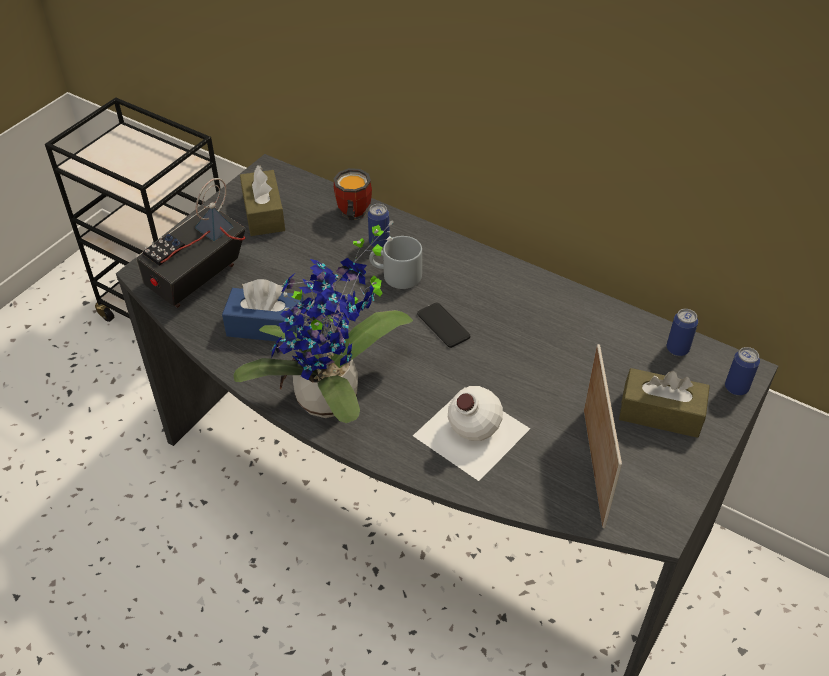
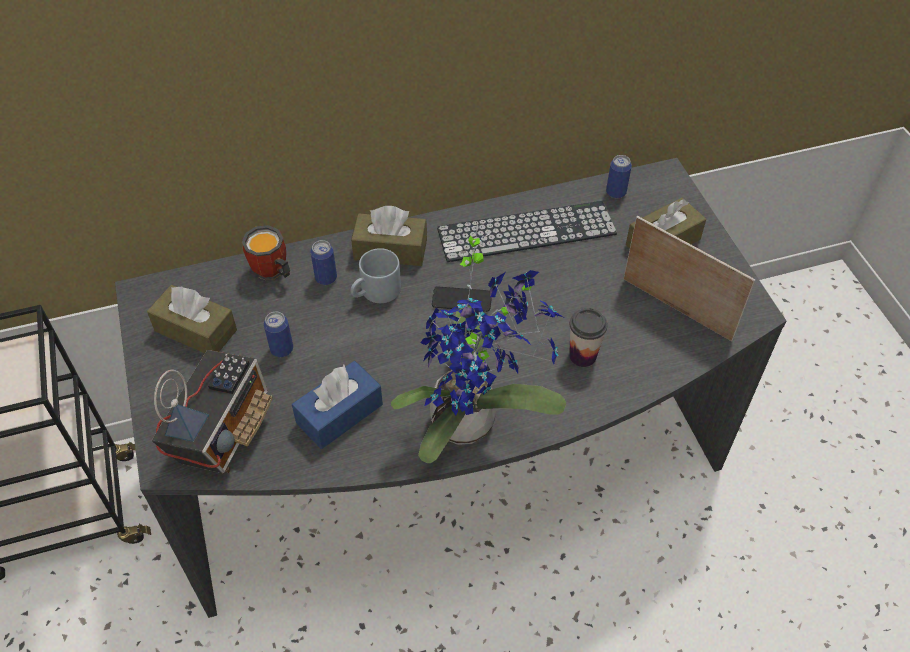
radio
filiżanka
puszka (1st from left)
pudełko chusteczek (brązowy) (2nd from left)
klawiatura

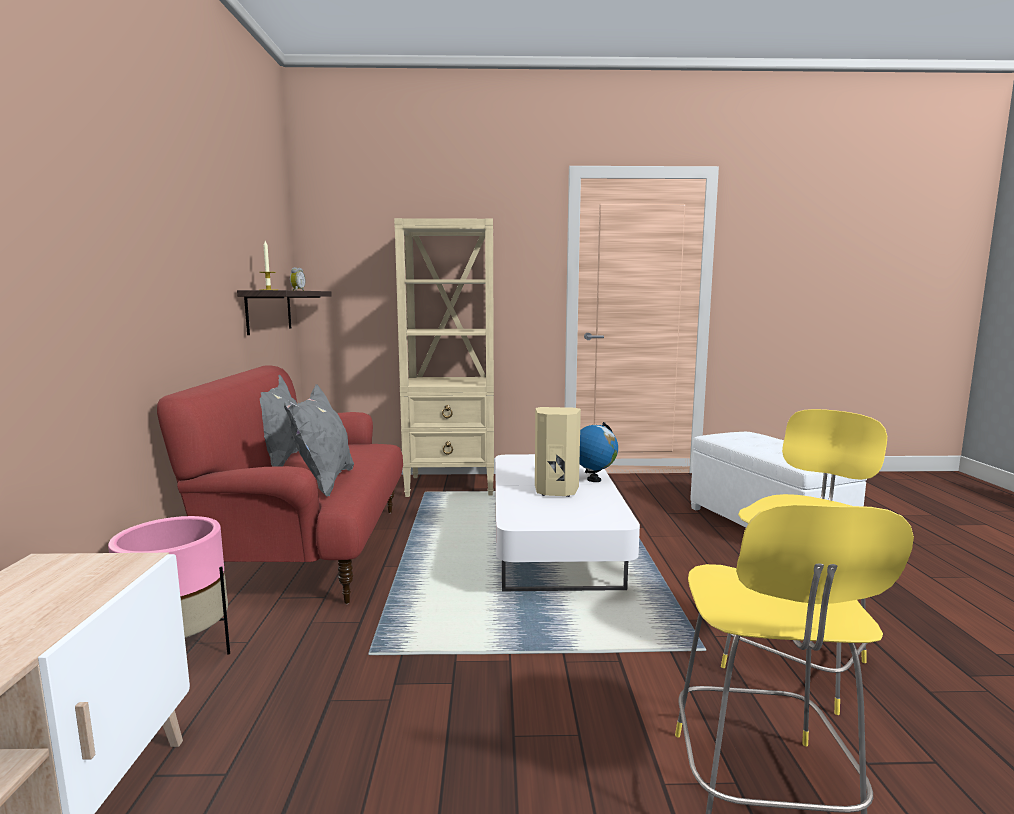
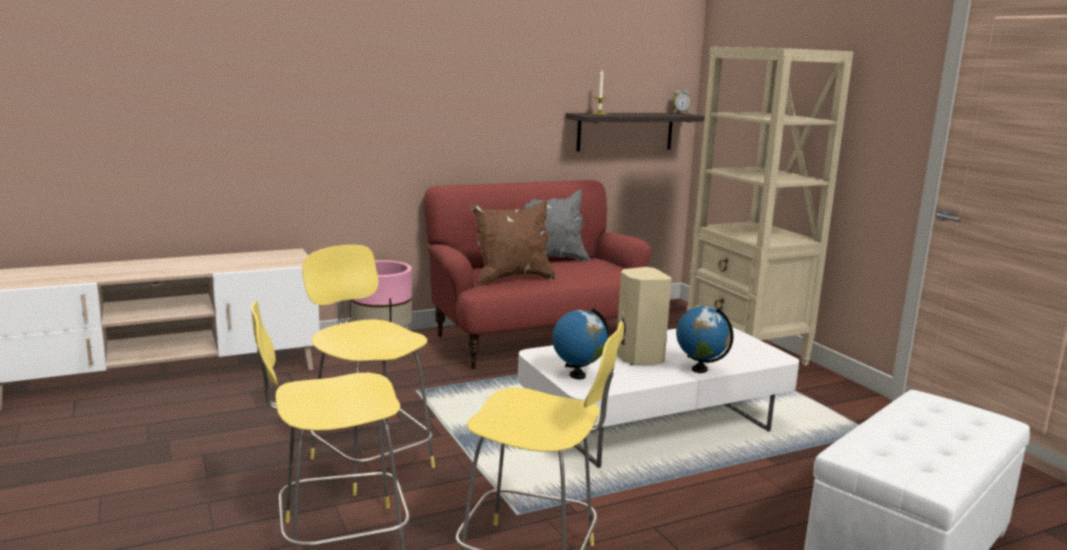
poduszka (brązowy)
stołek (żółty) (2nd from left)
globus (1st from left)

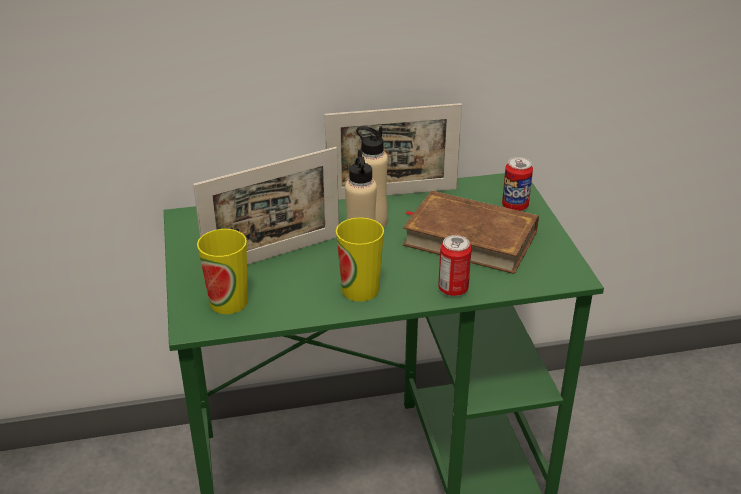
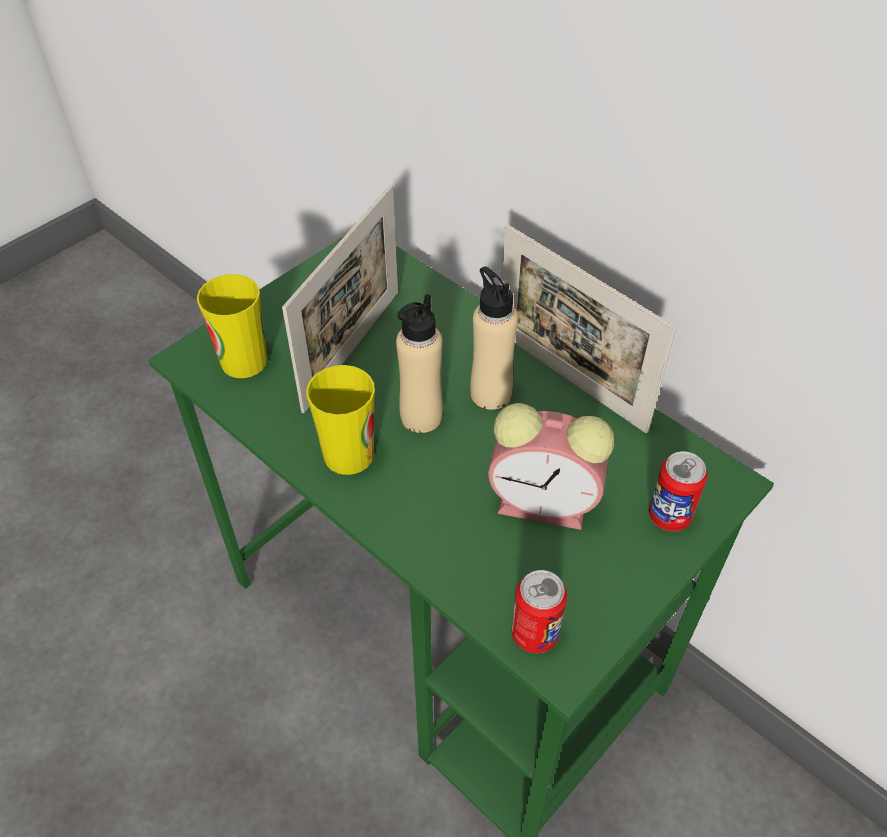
ramka na zdjęcie (1st from left)
budzik
puszka (1st from left)

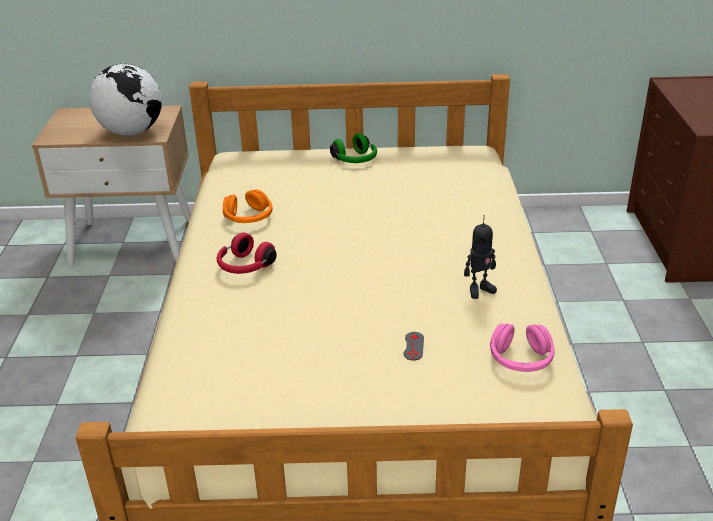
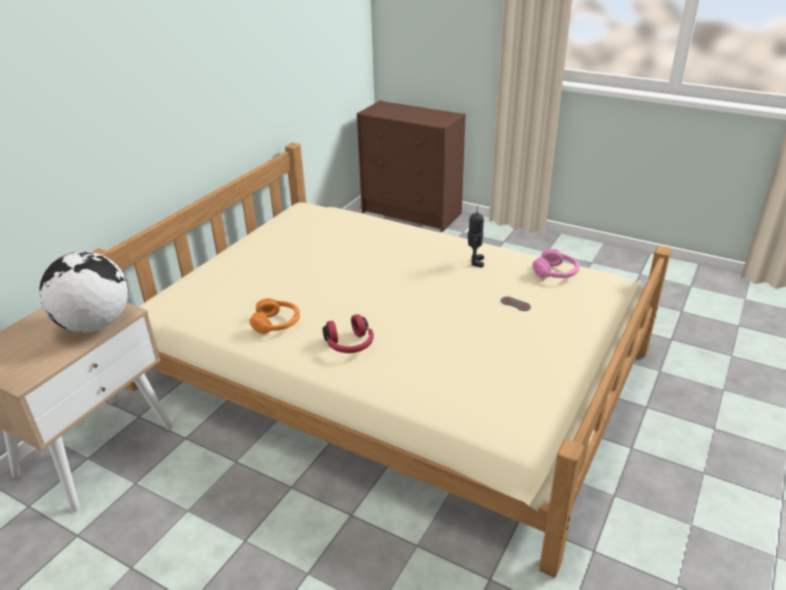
słuchawki (zielony)

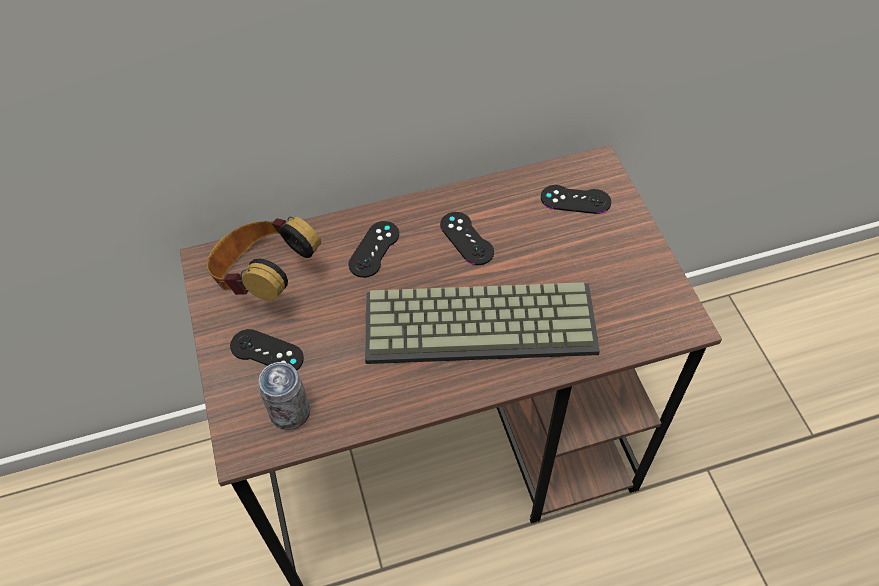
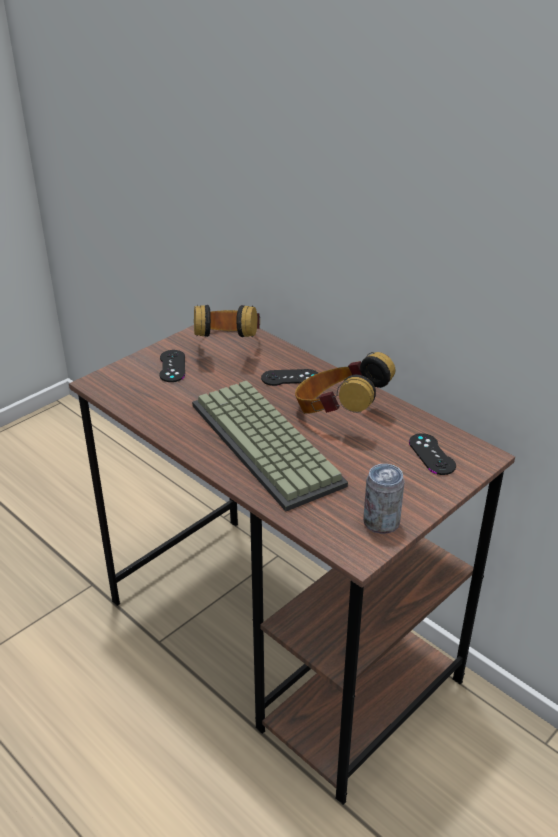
puszka
słuchawki (2nd from left)

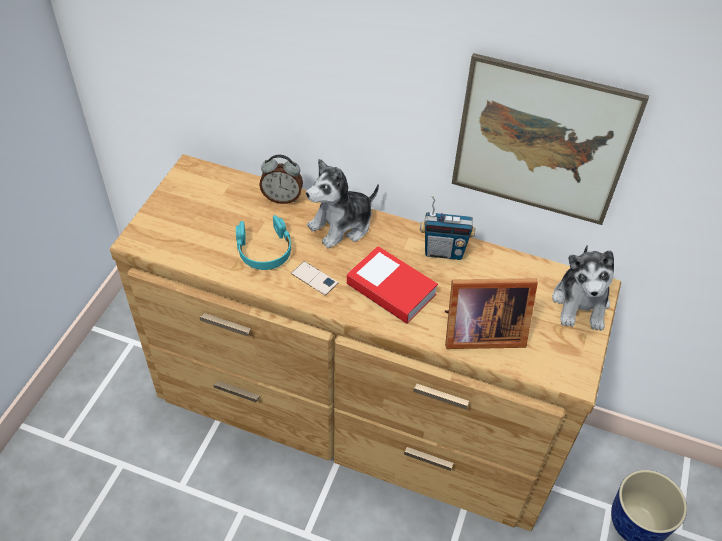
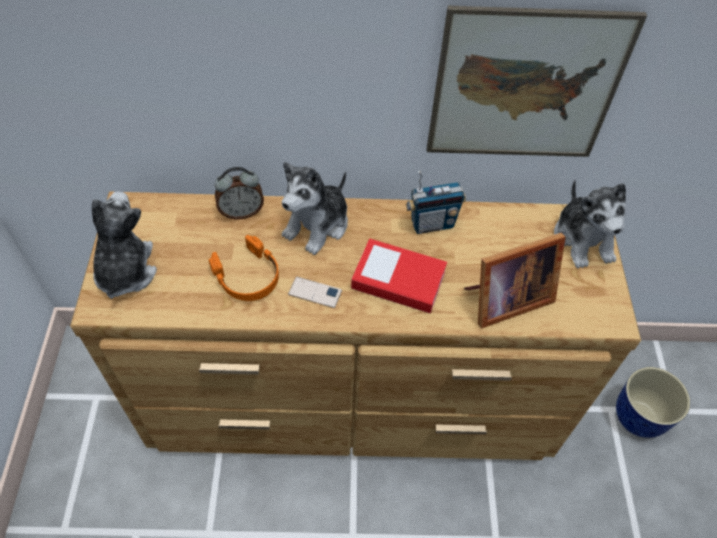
słuchawki (pomarańczowy)
pluszak (1st from left)

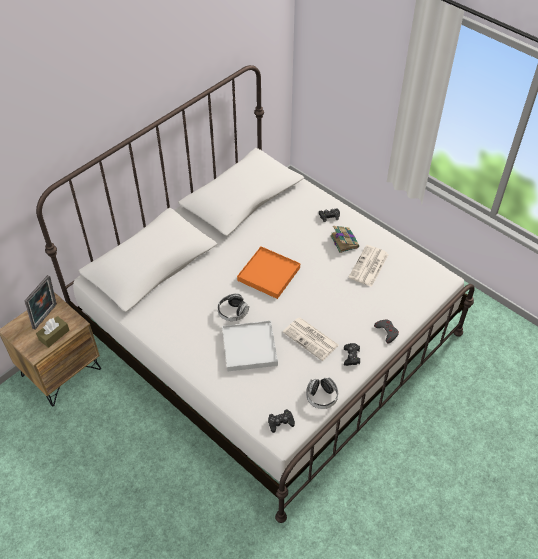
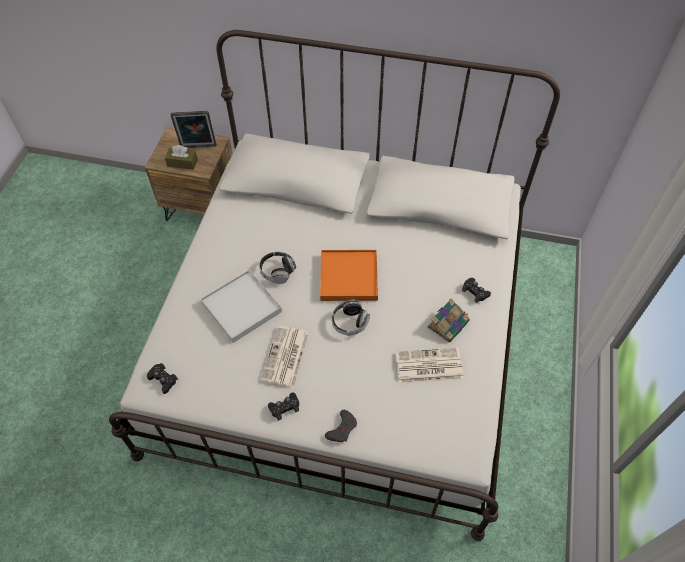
słuchawki (2nd from left)

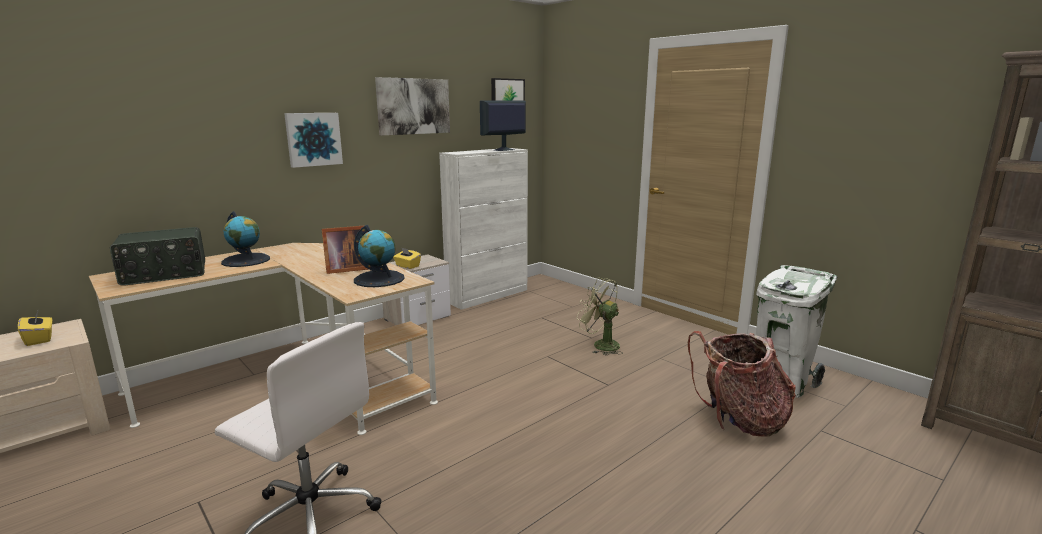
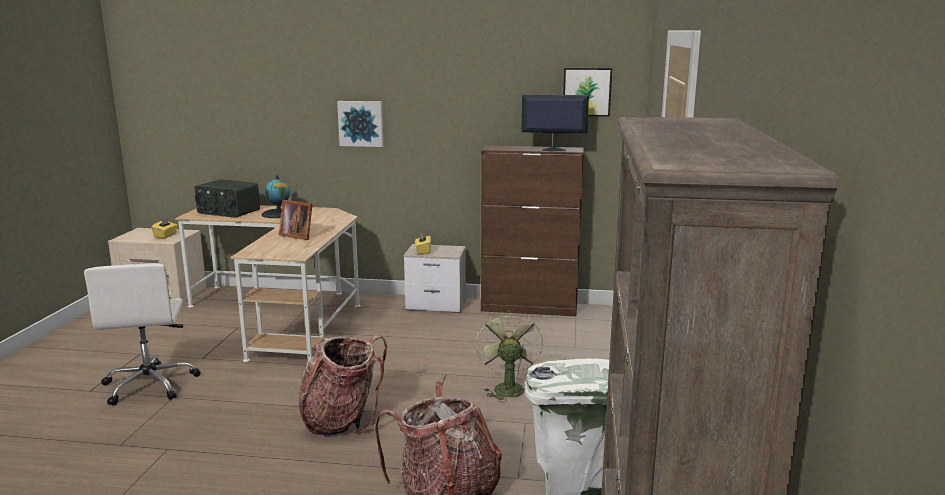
globus (2nd from left in the first image)
obraz (2nd from left in the first image)
szafka (brązowy)
plecak (1st from left)

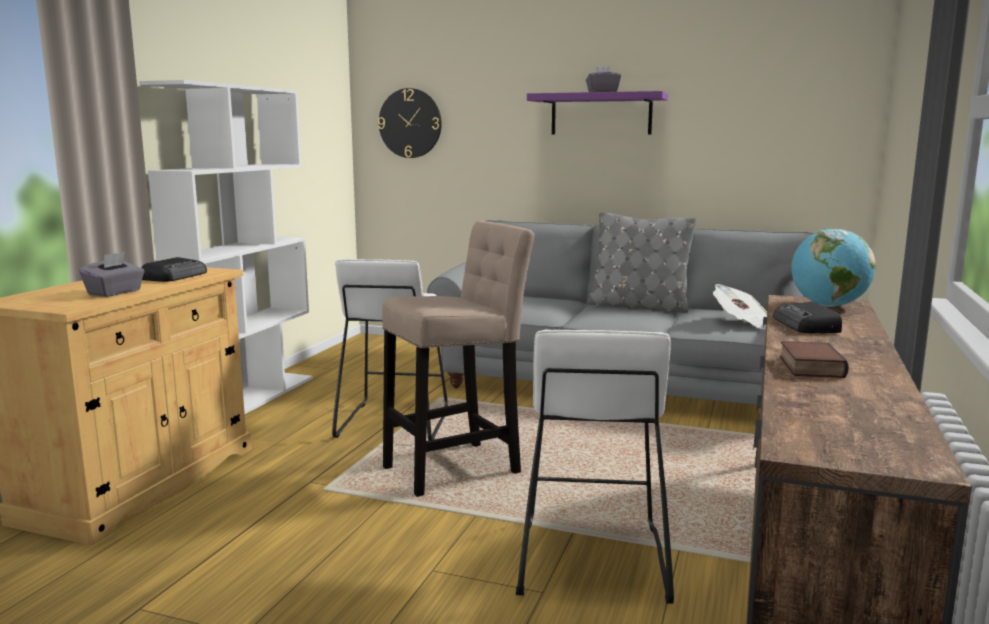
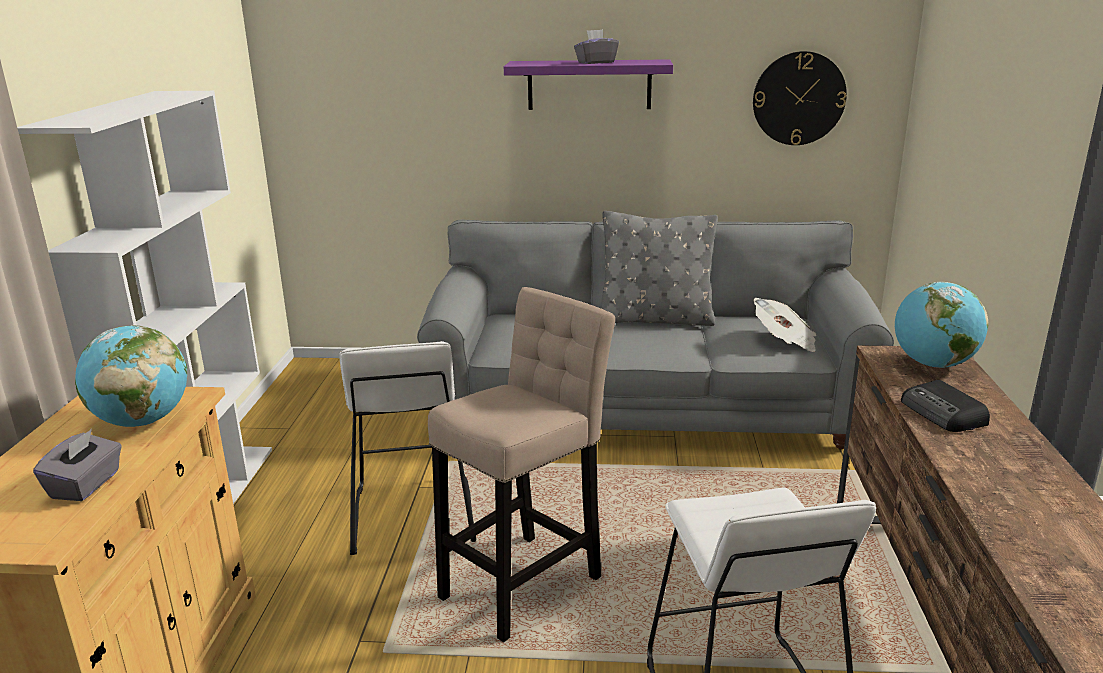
globus (1st from left)
zegar ścienny
książka

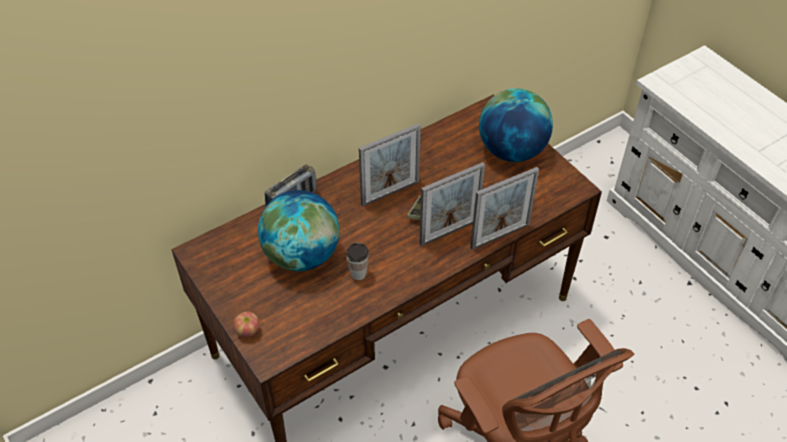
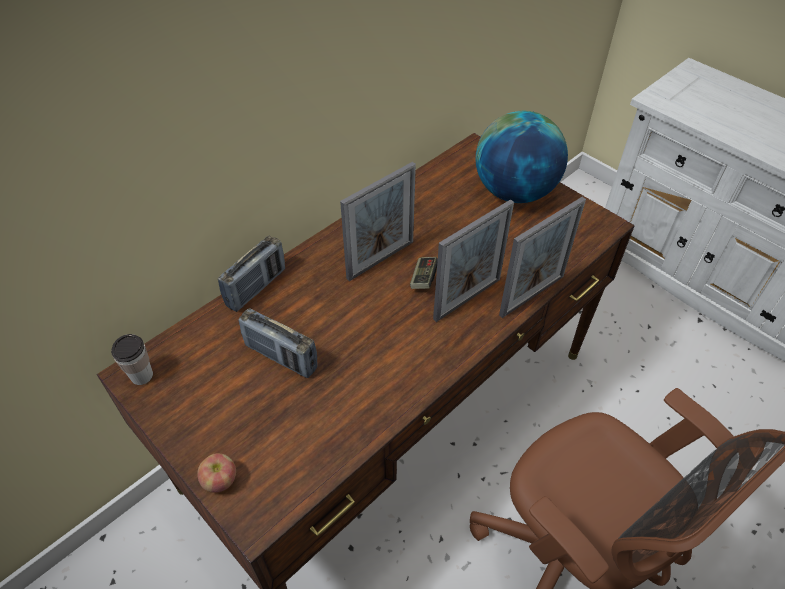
radio (2nd from left)
filiżanka

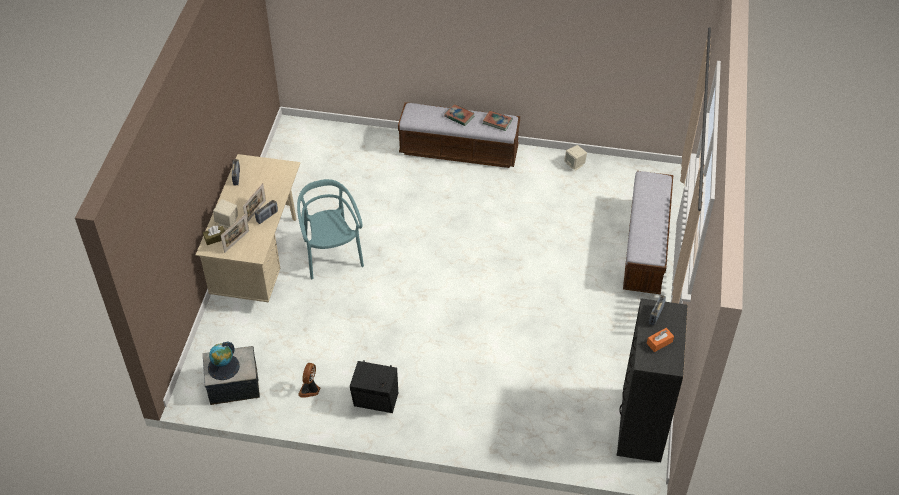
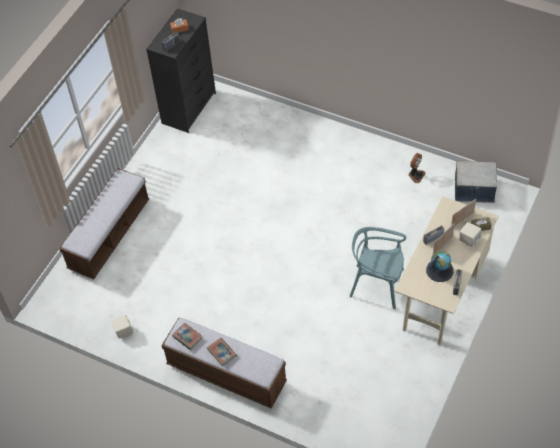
globus
krzesło (turkusowy)
głośnik (czarny)

